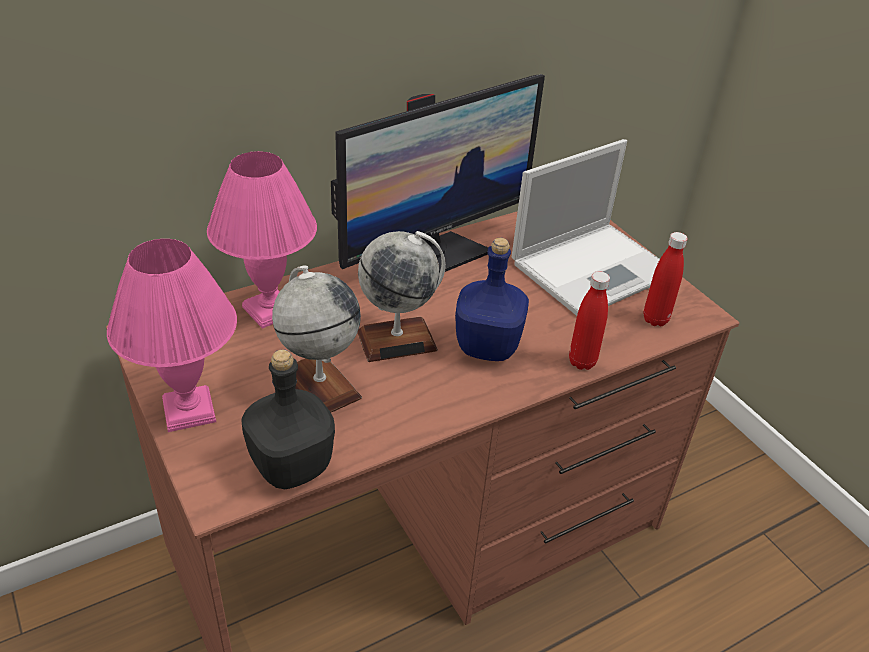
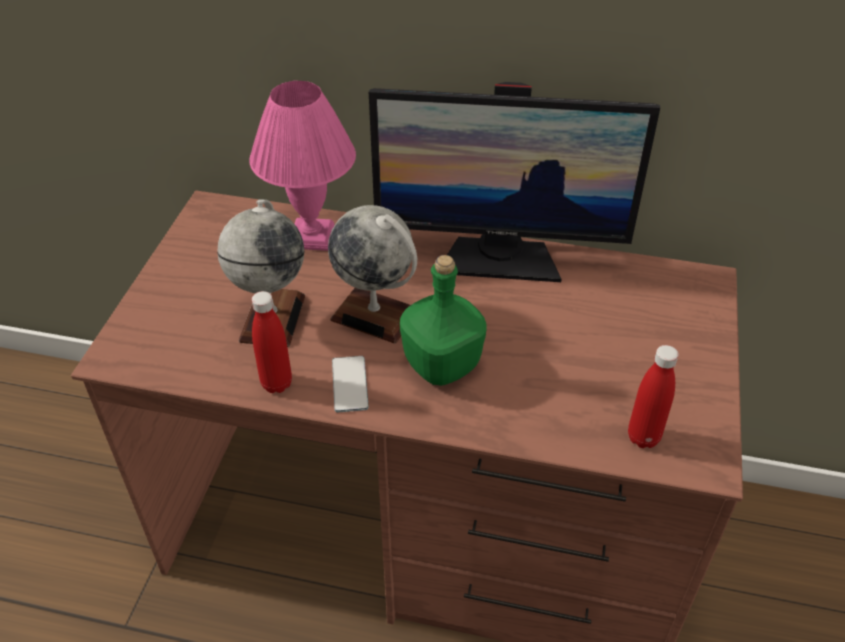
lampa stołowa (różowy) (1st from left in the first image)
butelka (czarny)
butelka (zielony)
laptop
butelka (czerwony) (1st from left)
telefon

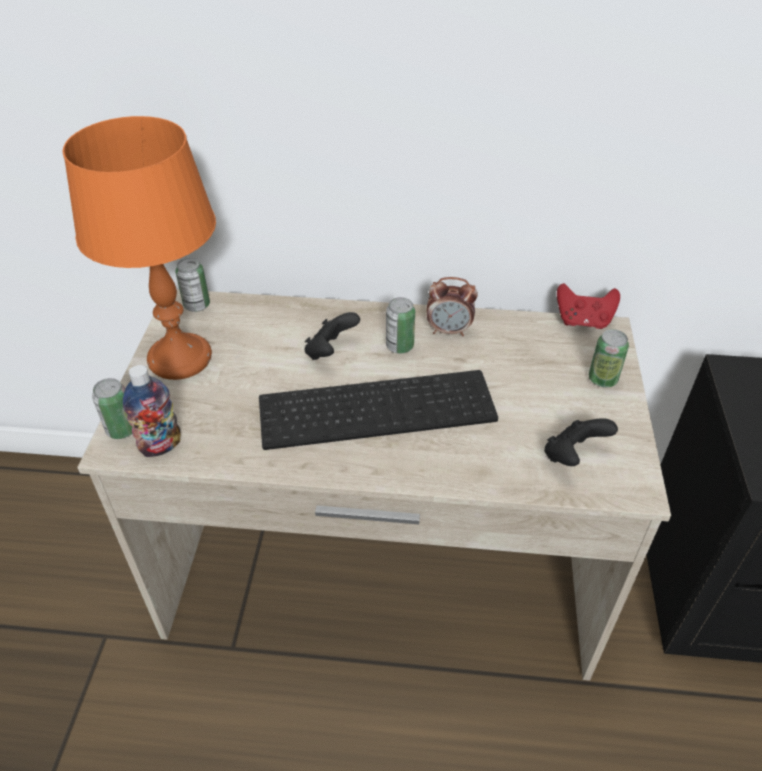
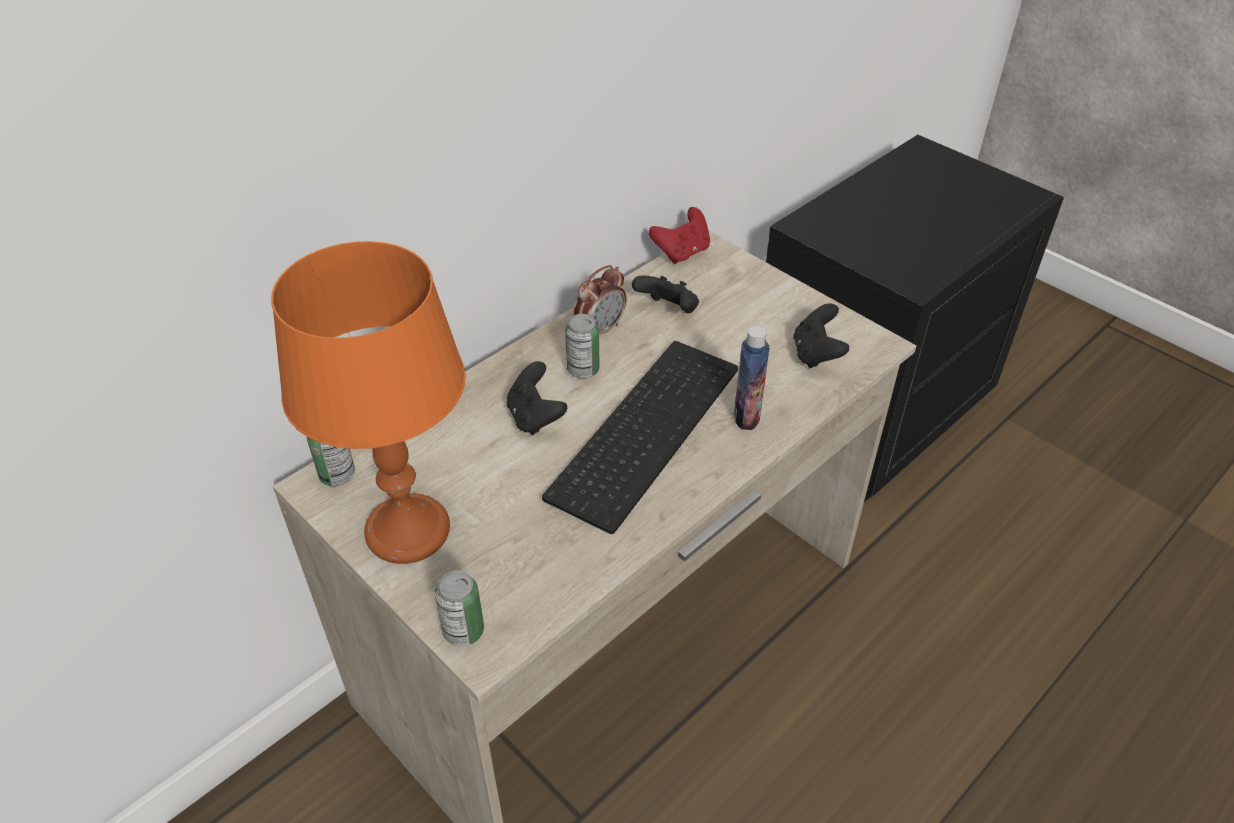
butelka
puszka (4th from left in the first image)
pad do gier (czarny) (2nd from left)

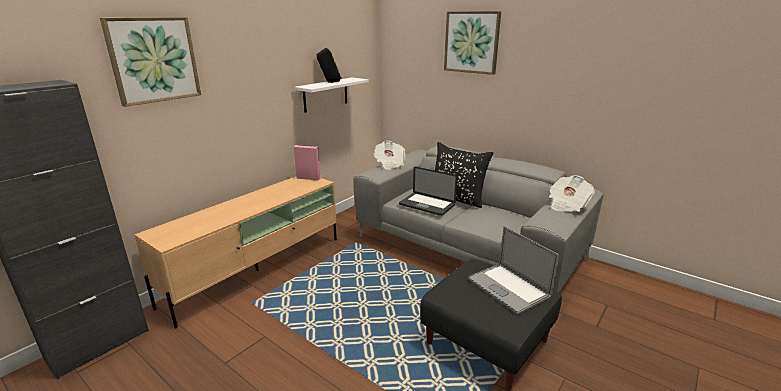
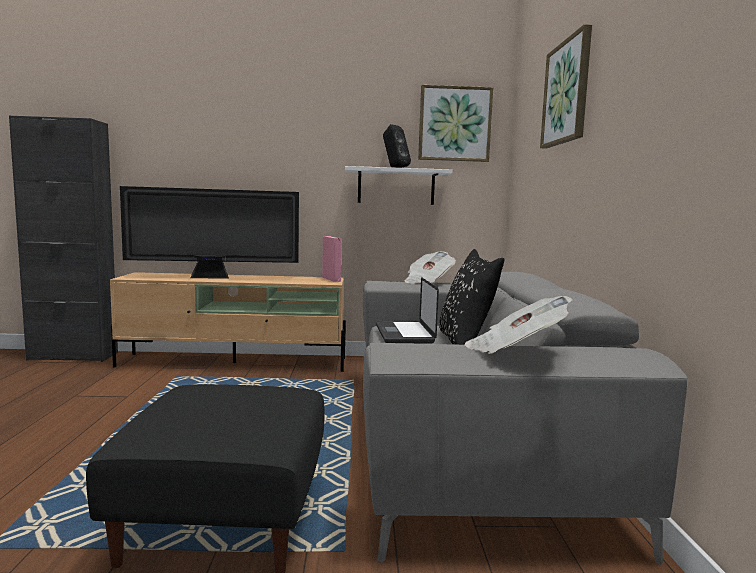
obraz (1st from left)
laptop (2nd from left in the first image)
telewizor

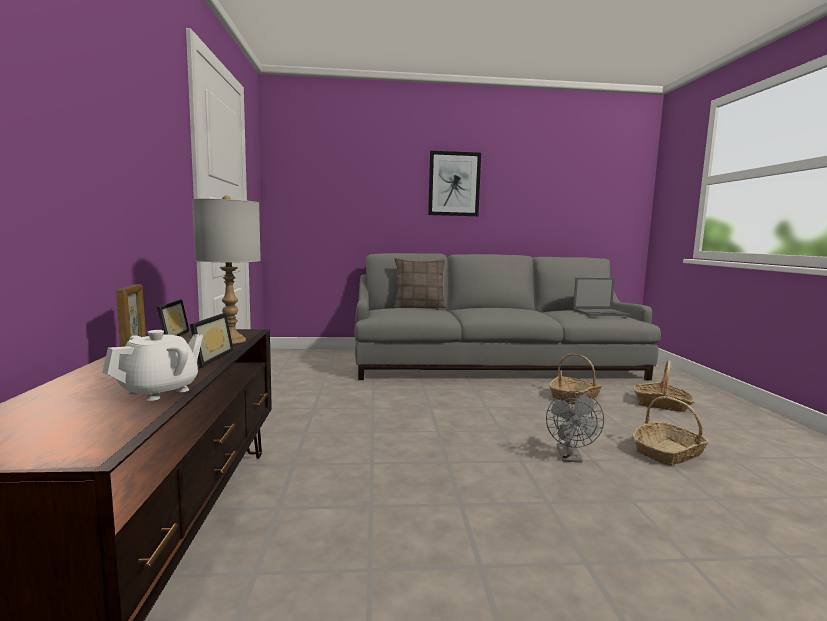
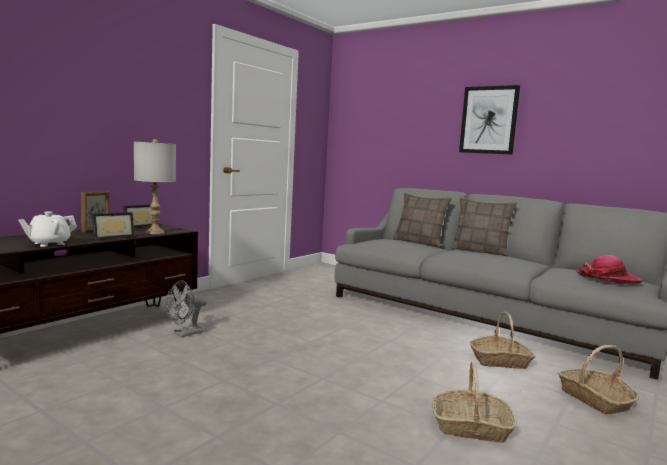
imbryk (biały)
wentylator (szary)
kapelusz
poduszka (2nd from left)

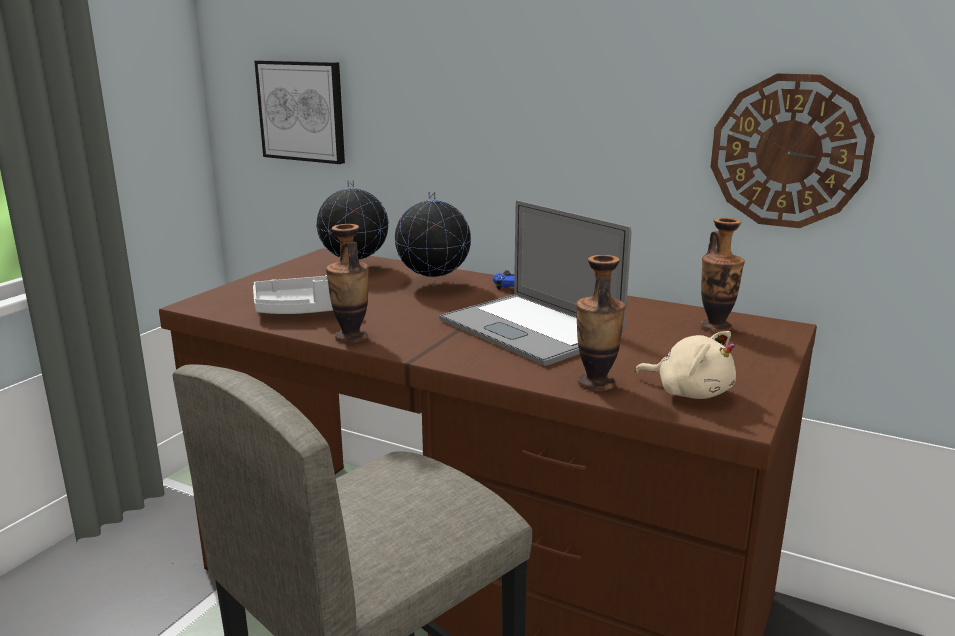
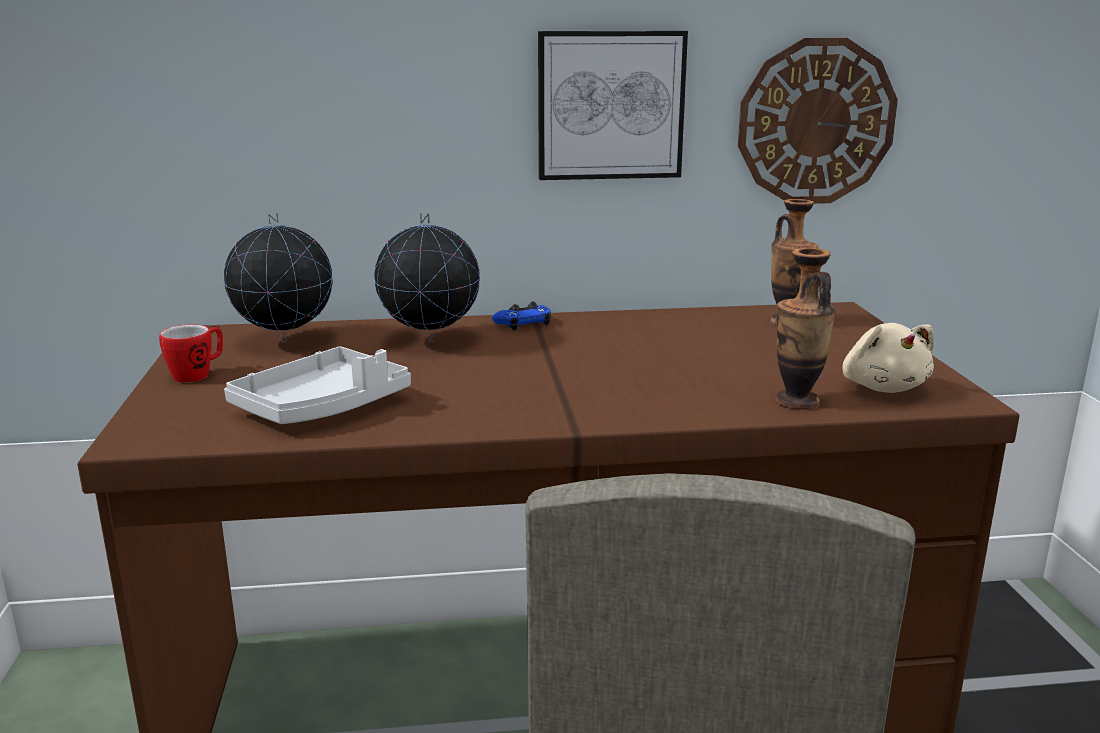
obraz
wazon (1st from left in the first image)
laptop
pluszak (beżowy)
kubek

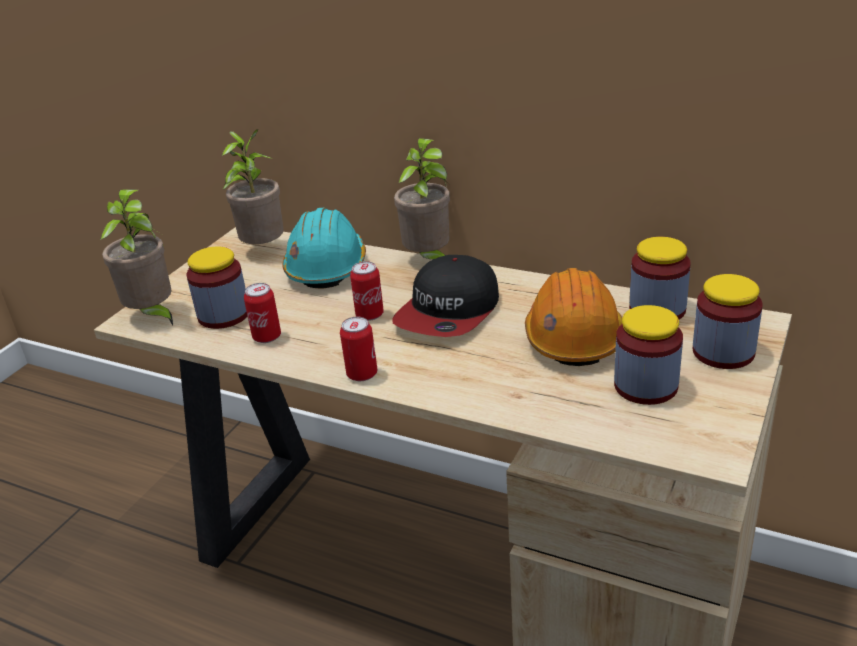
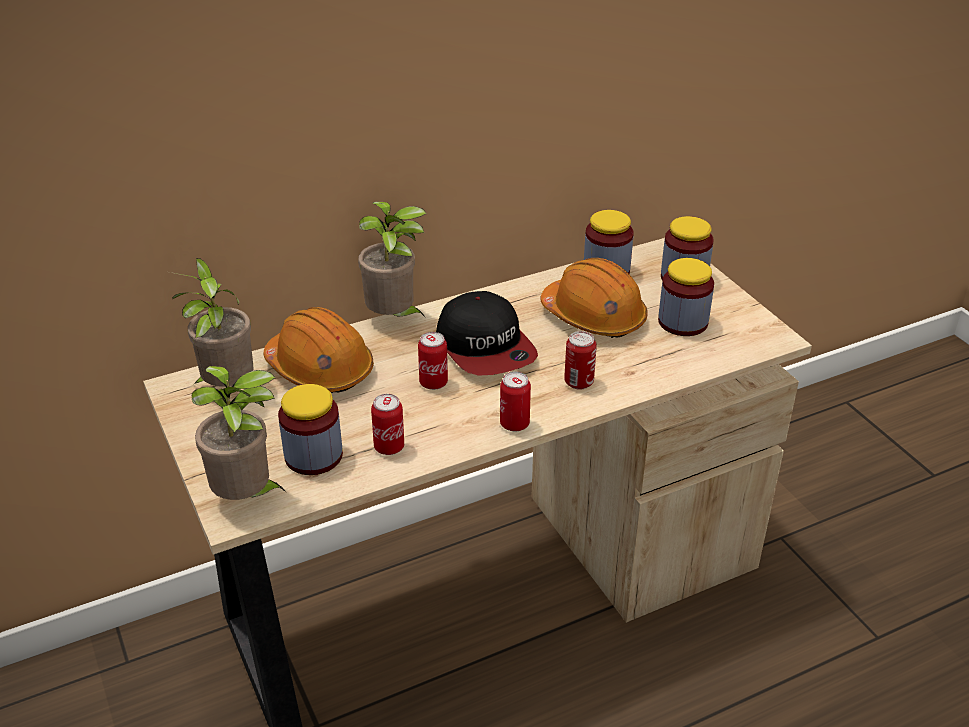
kask (pomarańczowy) (1st from left)
puszka (4th from left)

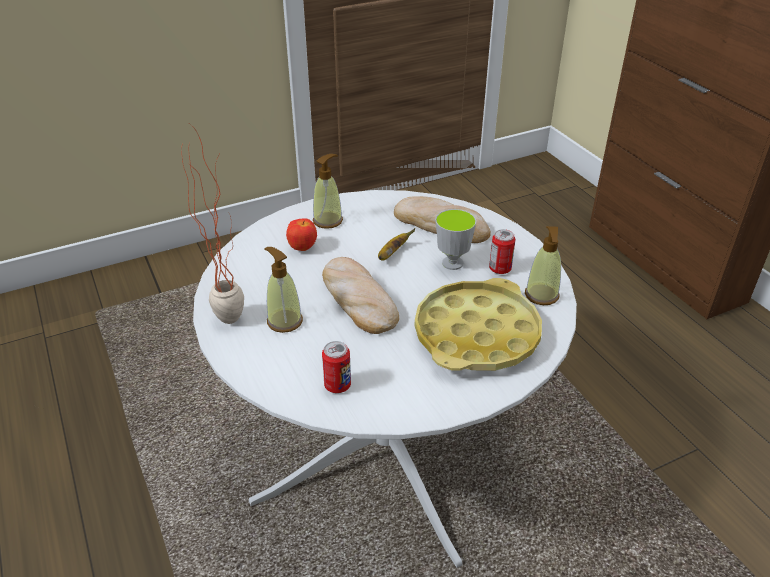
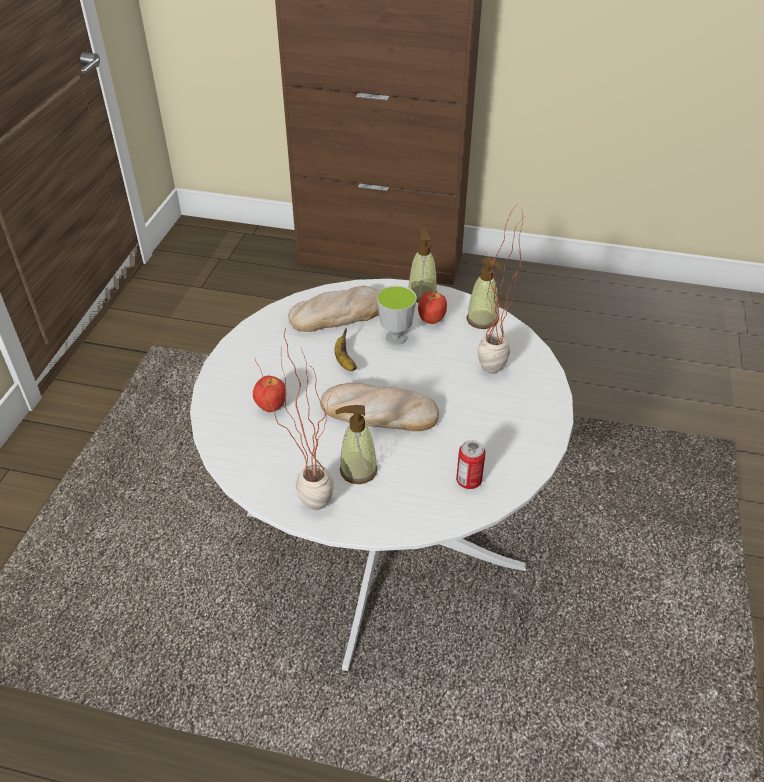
dozownik mydła (2nd from left)
roślina doniczkowa (2nd from left)
jabłko (2nd from left)

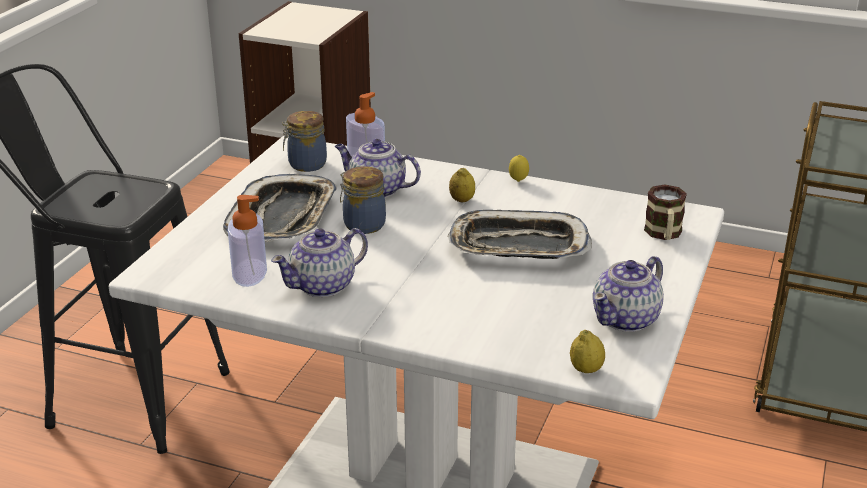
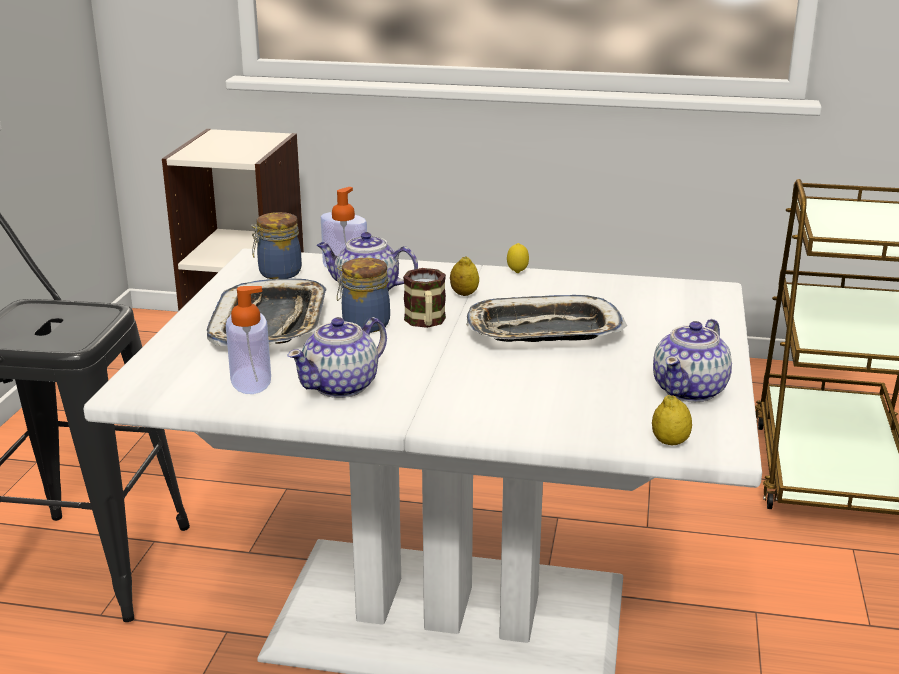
kubek

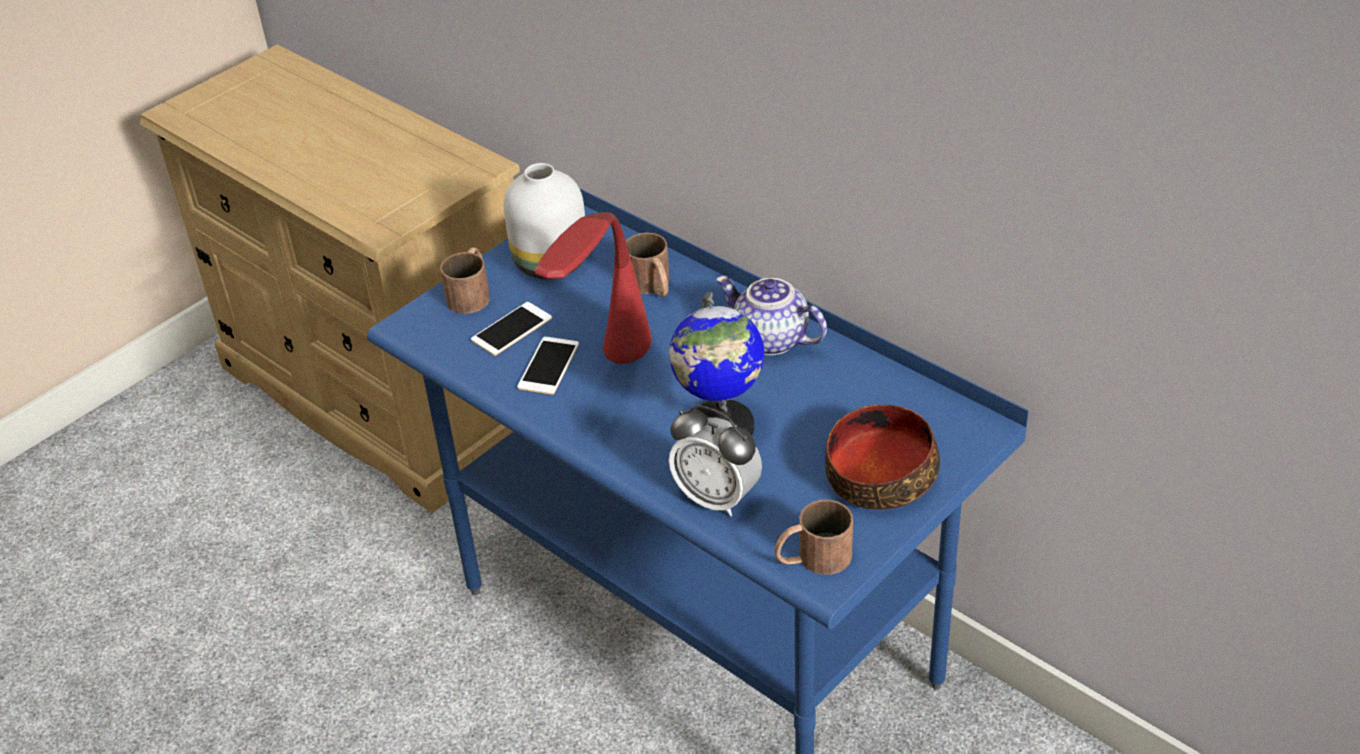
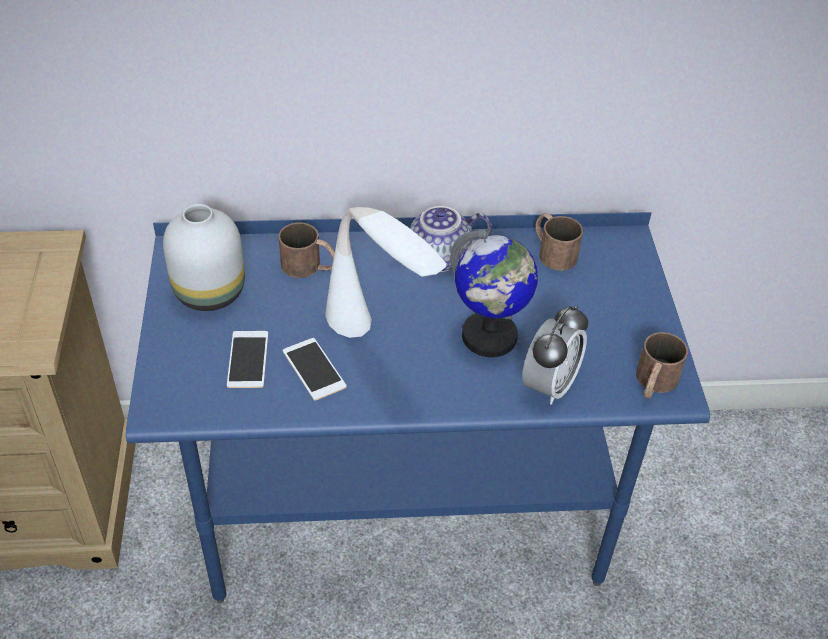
kubek (brązowy) (2nd from left)
lampa stołowa (biały)
budzik
miska

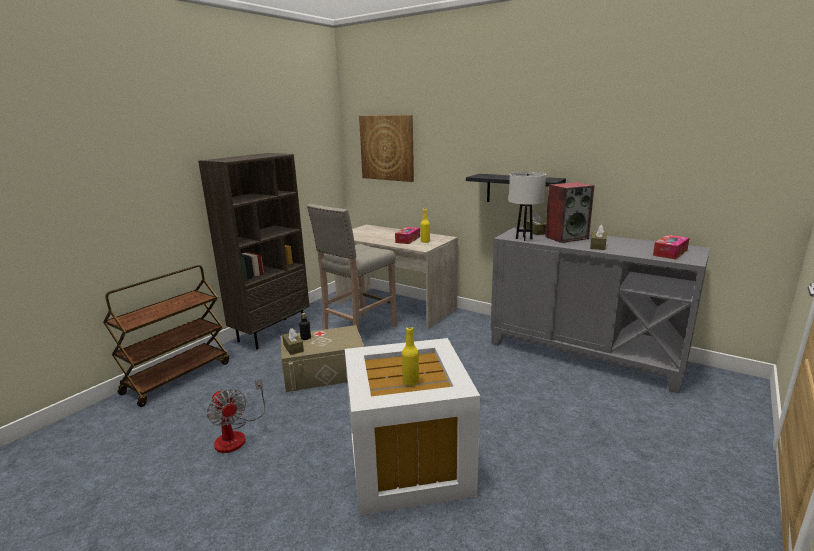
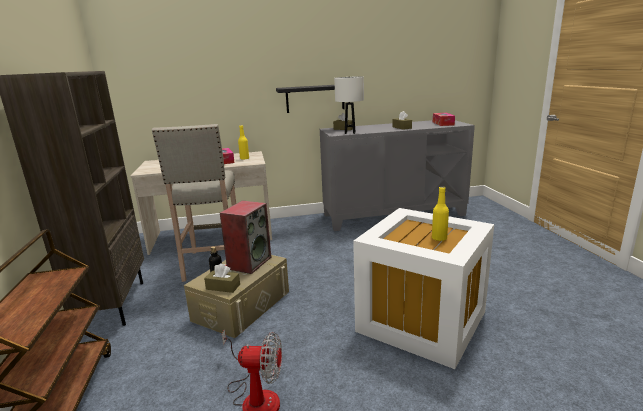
obraz
głośnik

